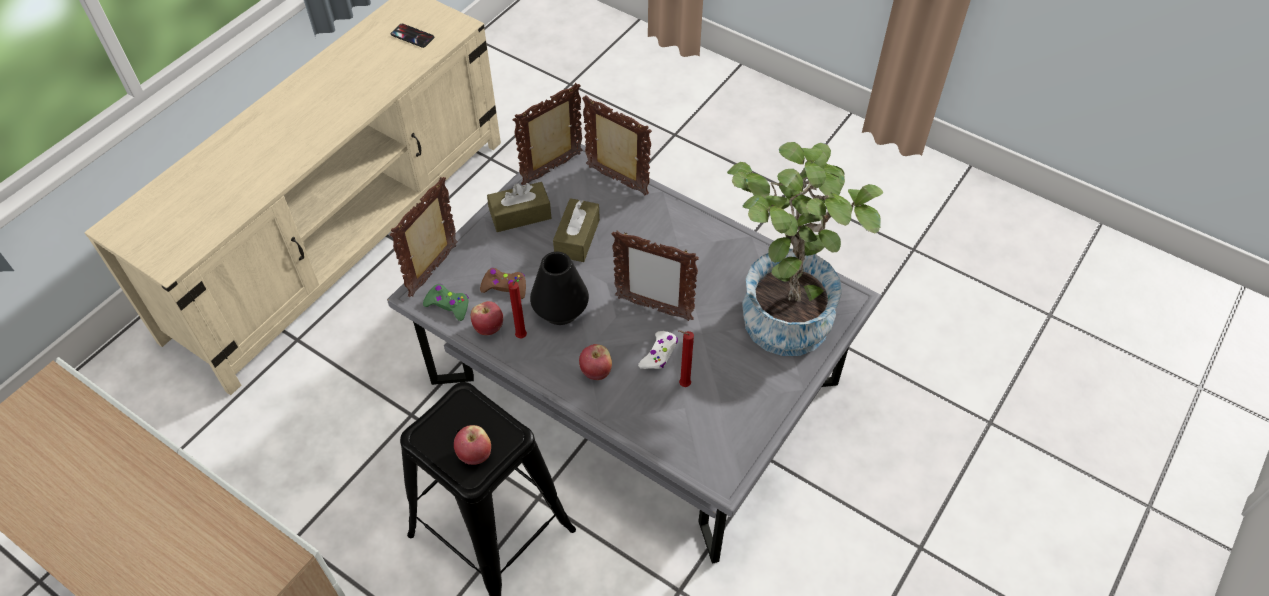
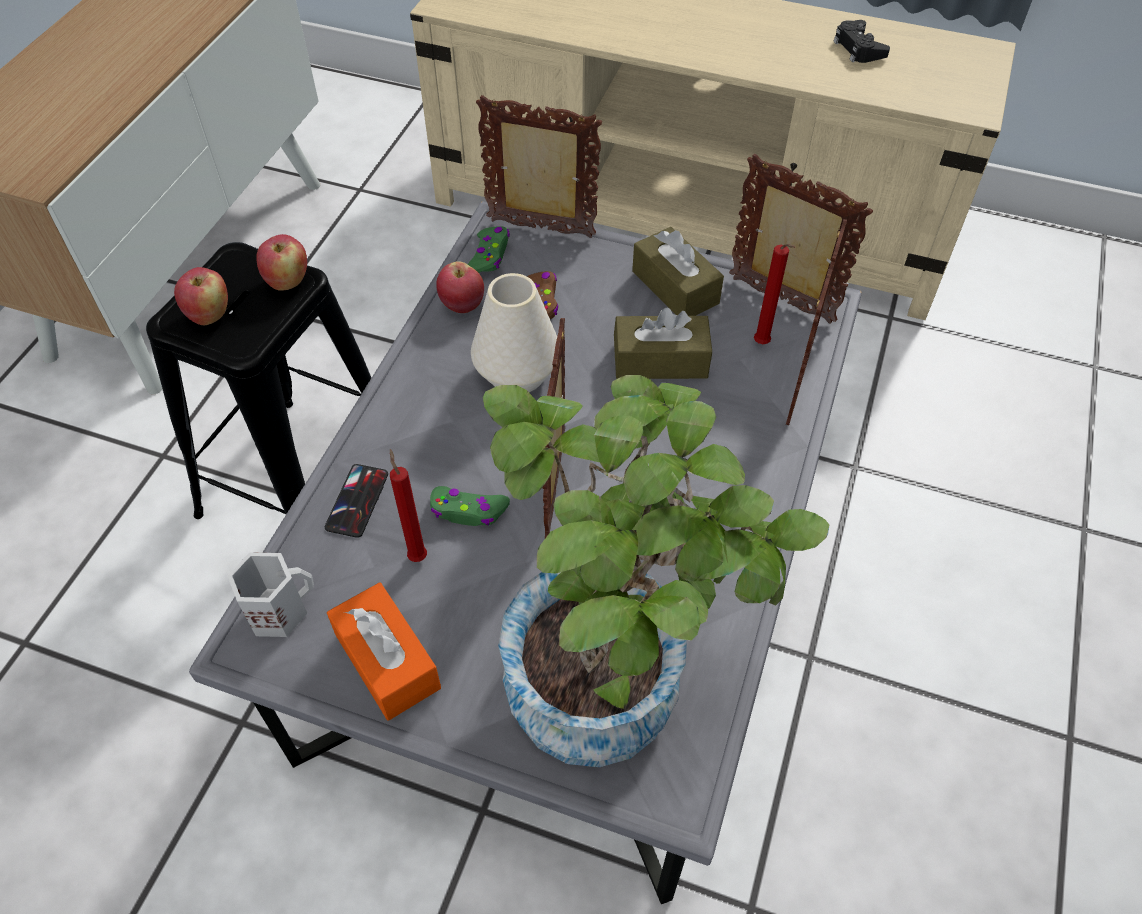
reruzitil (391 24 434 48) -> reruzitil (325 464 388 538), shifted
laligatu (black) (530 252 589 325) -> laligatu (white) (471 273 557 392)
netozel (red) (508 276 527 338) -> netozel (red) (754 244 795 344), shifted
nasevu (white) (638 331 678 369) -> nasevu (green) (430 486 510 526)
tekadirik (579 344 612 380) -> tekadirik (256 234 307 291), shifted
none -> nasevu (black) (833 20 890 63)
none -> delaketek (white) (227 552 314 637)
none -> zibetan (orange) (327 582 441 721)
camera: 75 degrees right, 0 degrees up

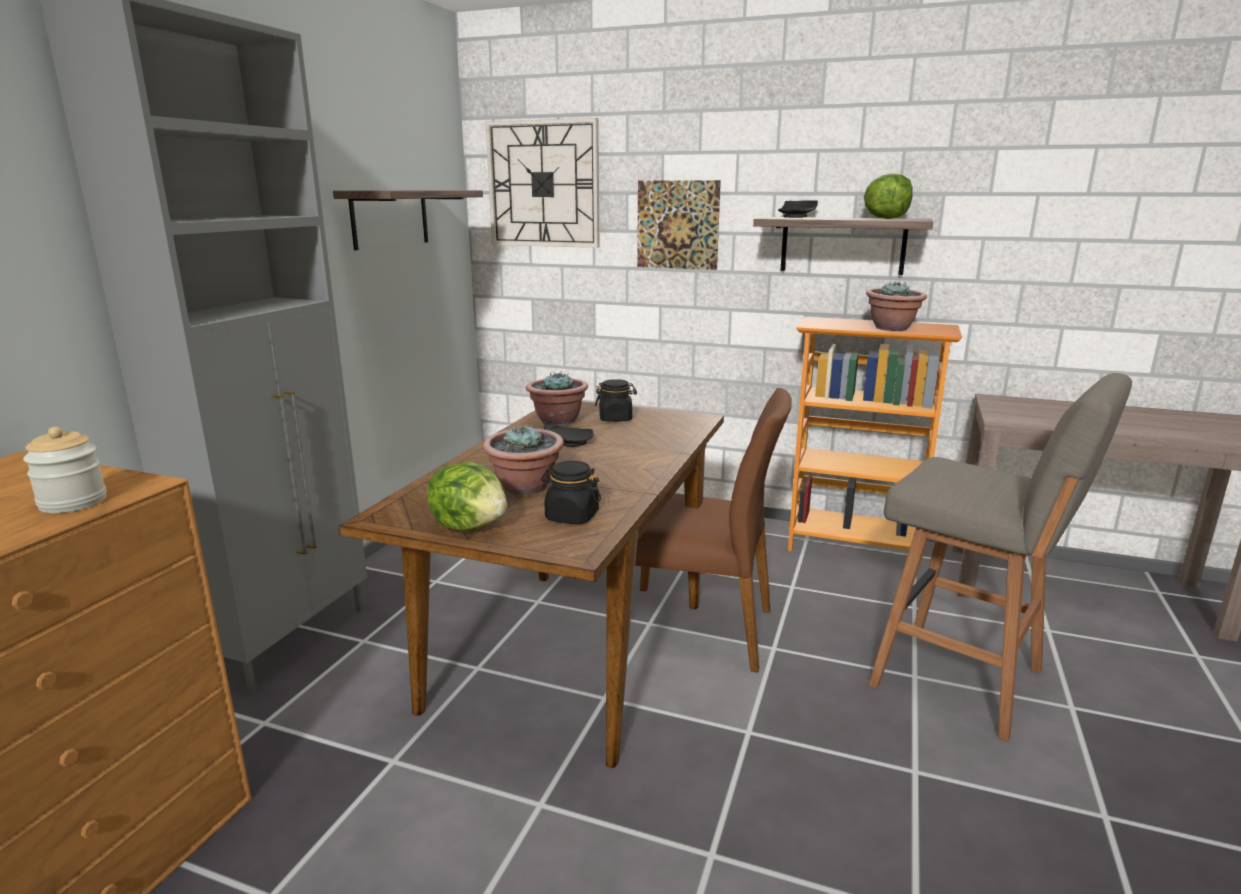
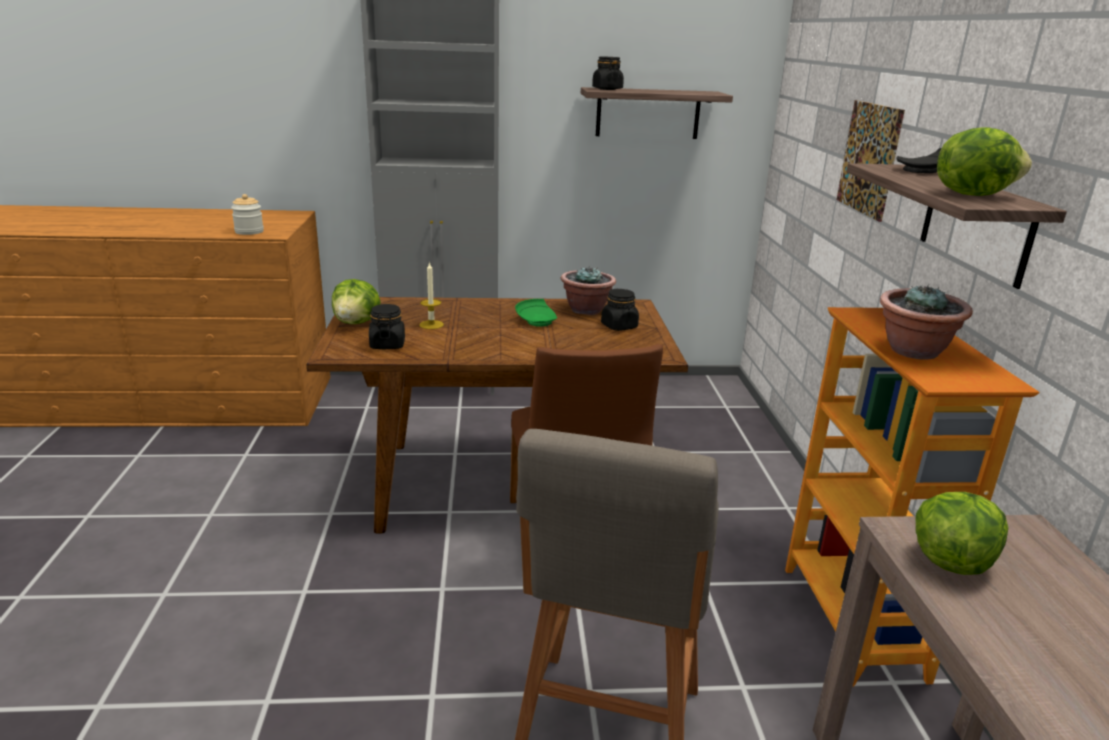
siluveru (485 118 599 248) -> none
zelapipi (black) (544 420 594 447) -> zelapipi (green) (515 299 557 327)
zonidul (483 425 564 495) -> netozel (419 261 444 329)
none -> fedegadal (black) (592 56 624 90)
none -> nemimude (916 492 1008 575)
camera: 65 degrees right, 5 degrees up

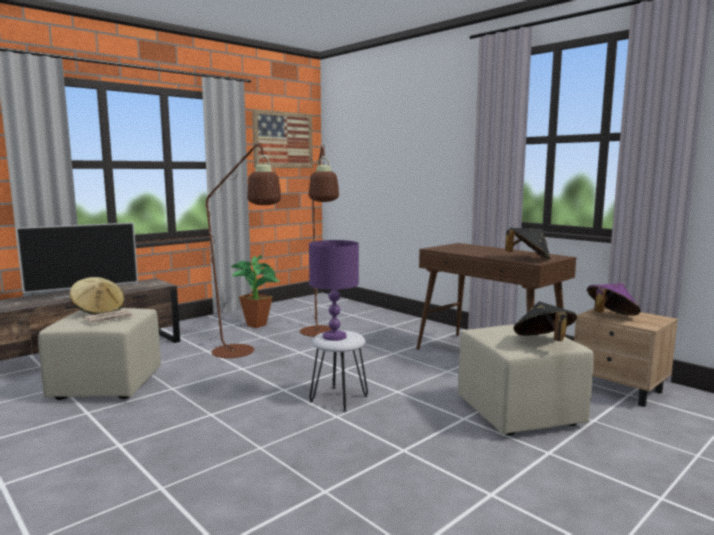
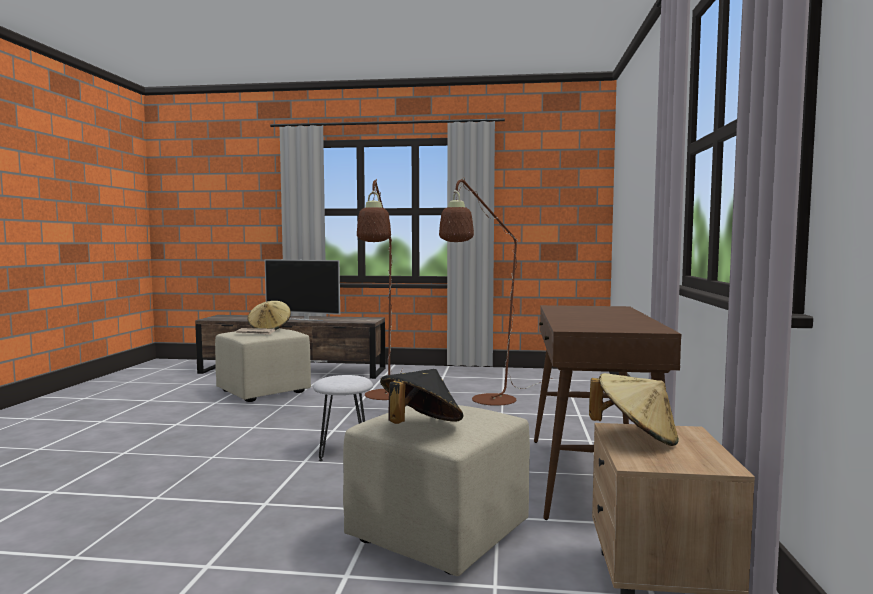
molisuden (252 109 313 168) -> none
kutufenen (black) (505 228 550 260) -> none
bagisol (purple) (309 240 359 341) -> none
zonidul (230 255 280 328) -> none
kutufenen (purple) (587 283 640 316) -> kutufenen (beige) (589 373 679 446)
camera: 50 degrees right, 5 degrees down

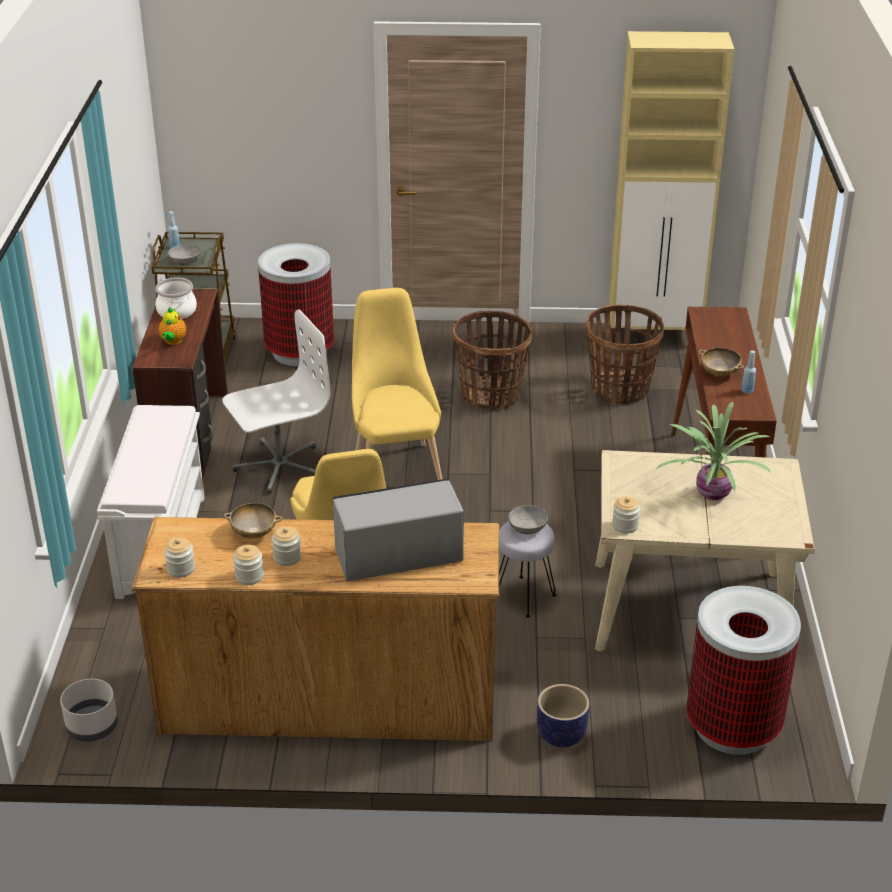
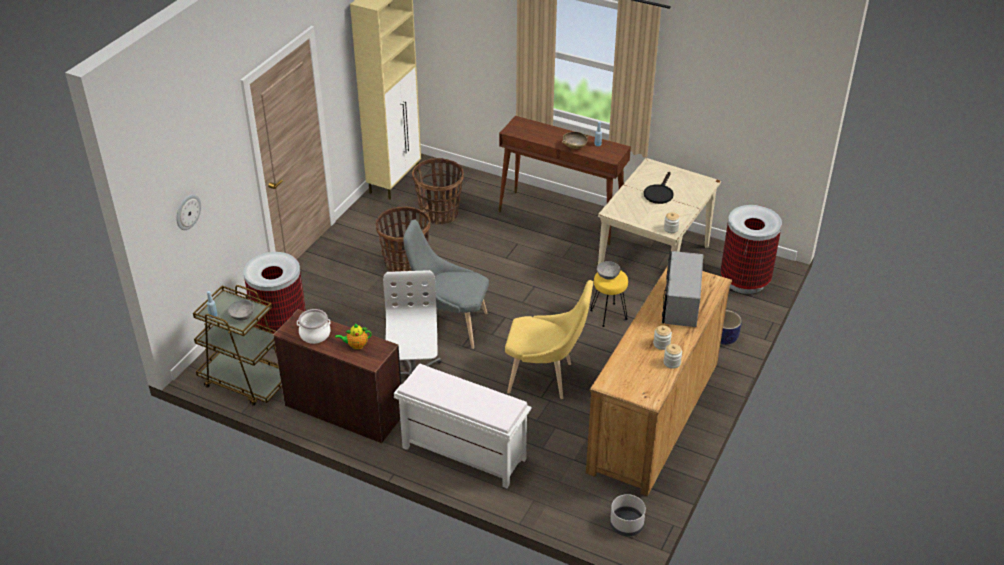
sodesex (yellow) (352 288 442 480) -> sodesex (grey) (403 220 489 349)
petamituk (159 307 186 345) -> petamituk (335 324 372 350), 135 degrees clockwise
zonidul (656 402 771 500) -> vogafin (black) (644 172 674 204)
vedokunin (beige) (224 503 282 538) -> none
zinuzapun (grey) (499 521 556 618) -> zinuzapun (yellow) (590 270 628 327)
fedegadal (164 537 195 578) -> none
none -> siluveru (177 194 201 230)
camera: 65 degrees left, 5 degrees up

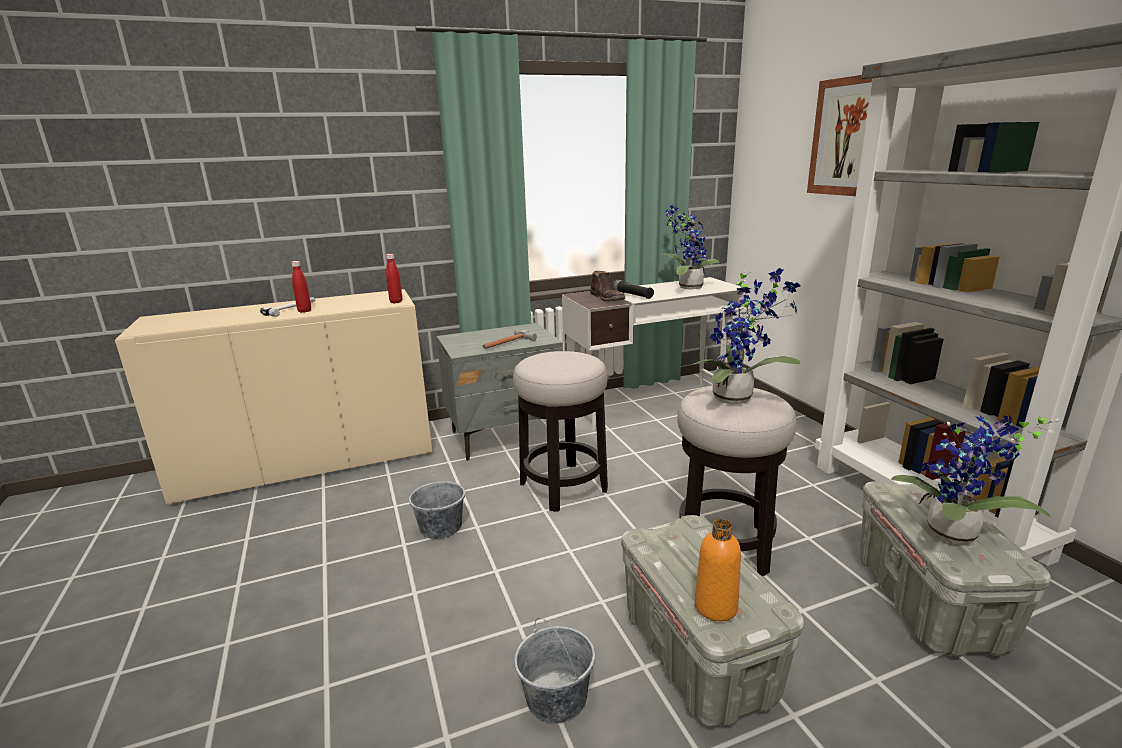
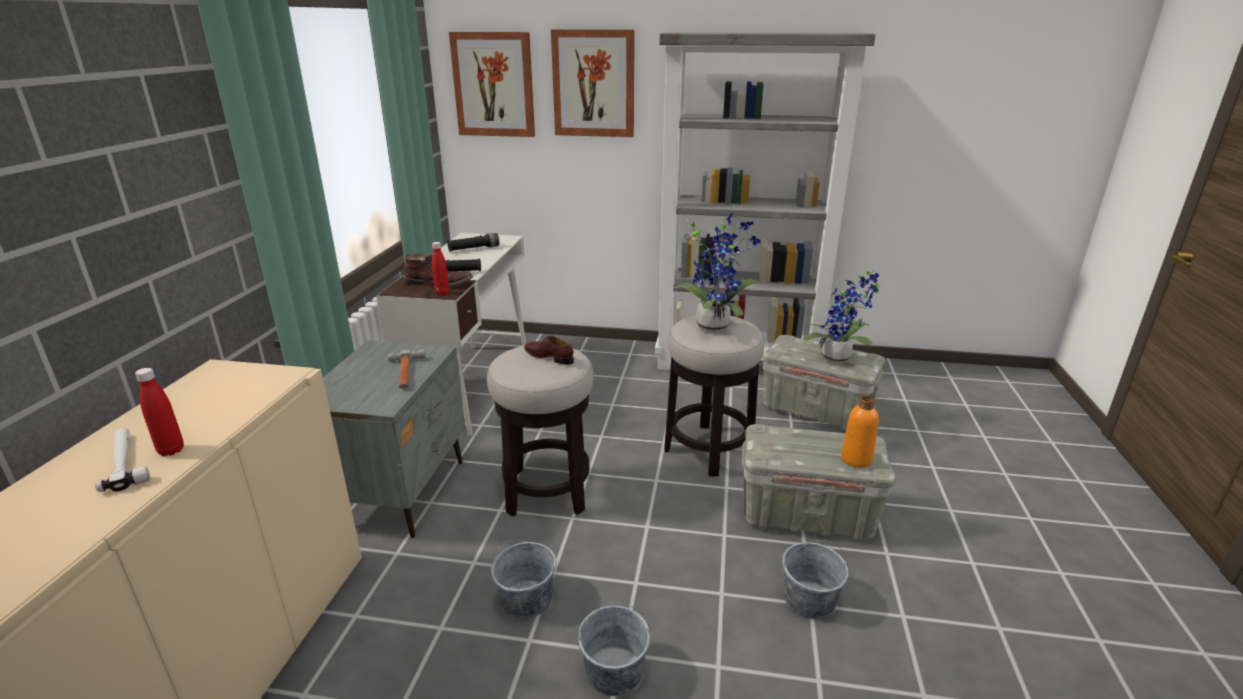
zonidul (661 205 719 289) -> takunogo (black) (447 233 499 252)
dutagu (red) (386 254 402 303) -> dutagu (red) (432 242 449 295), shifted
none -> molisuden (449 32 535 137)
none -> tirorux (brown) (524 335 574 365)
none -> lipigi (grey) (578 602 650 696)
camera: 60 degrees left, 5 degrees up

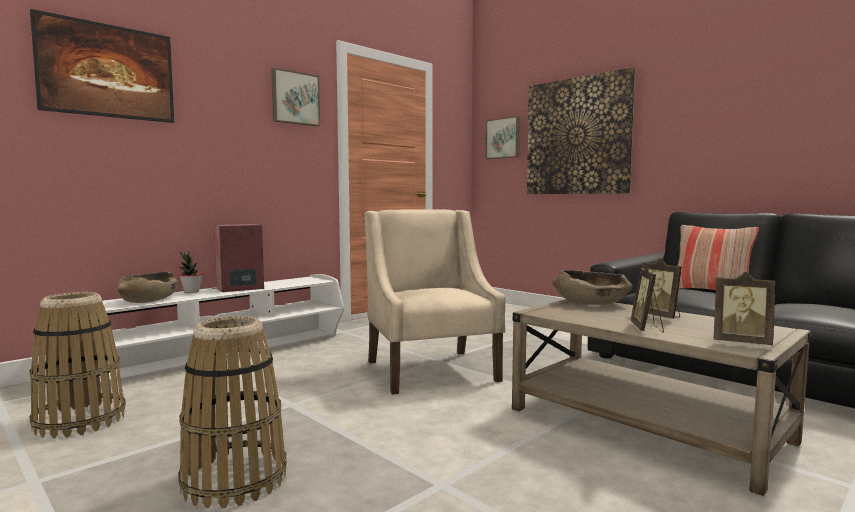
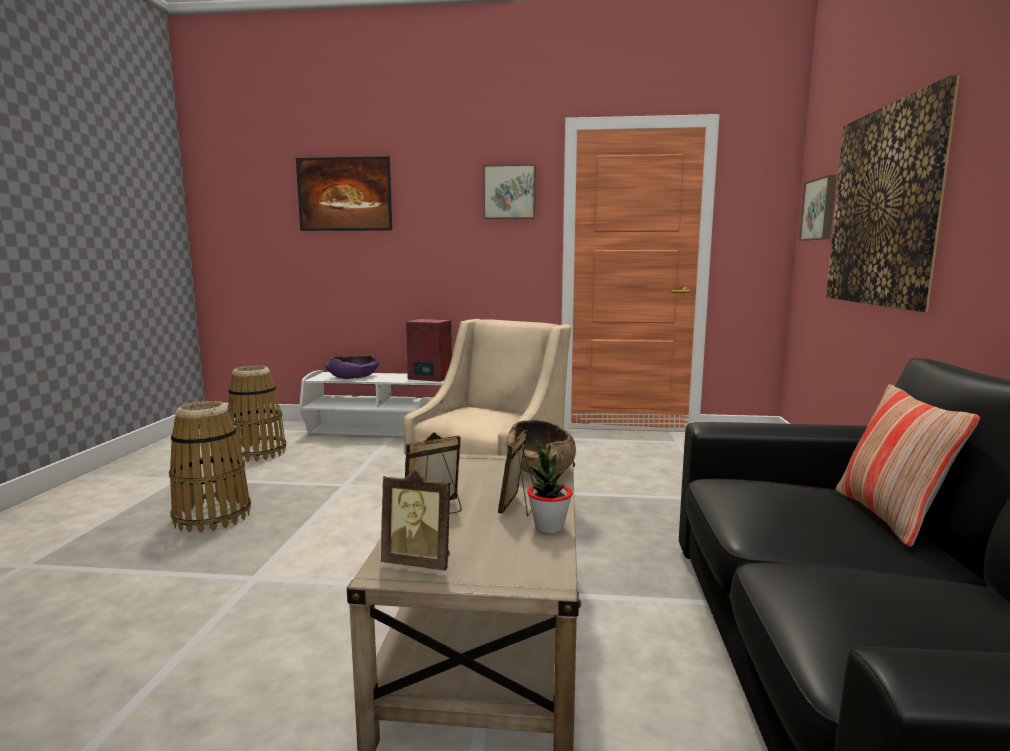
zonidul (179 251 203 293) -> zonidul (527 440 573 534), shifted
vedokunin (brown) (118 271 178 303) -> vedokunin (purple) (325 355 379 379)
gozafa (714 272 775 345) -> gozafa (381 470 450 570), 60 degrees counterclockwise
camera: 50 degrees right, 5 degrees up

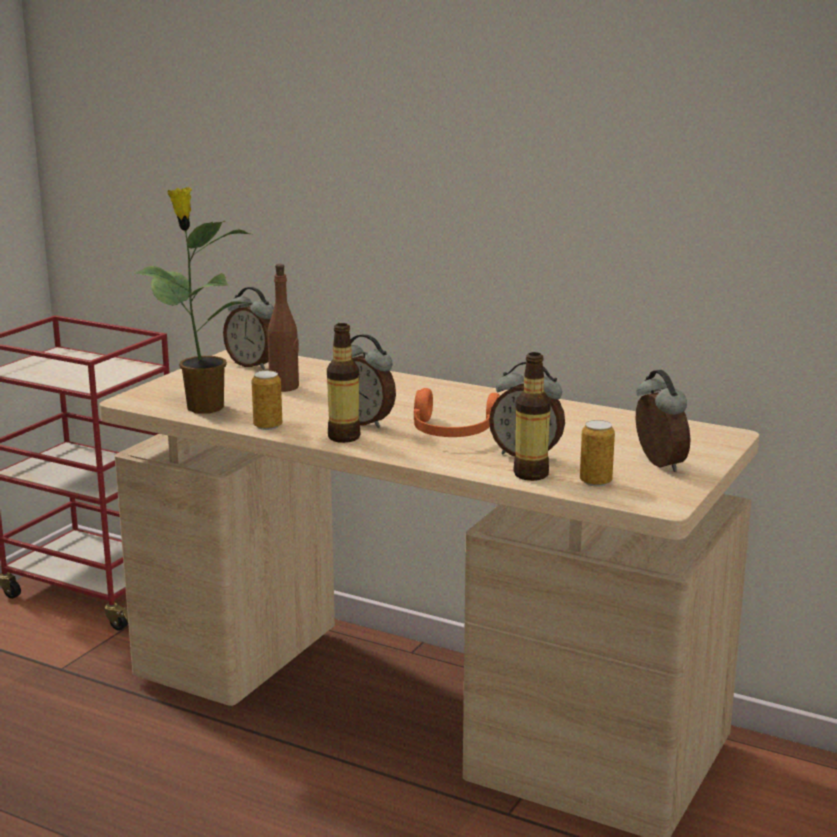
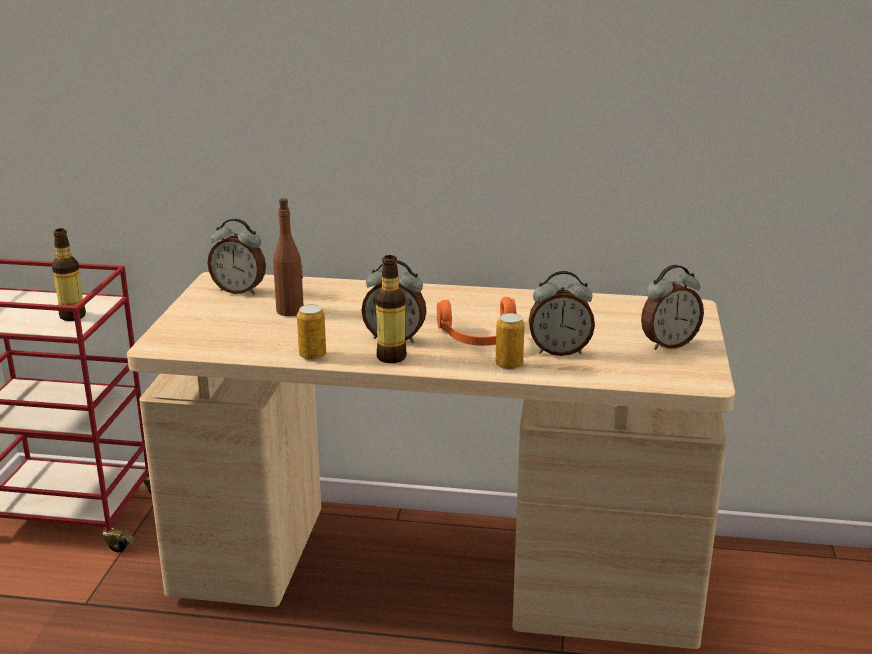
zonidul (136 187 250 413) -> none
dutagu (513 352 551 481) -> dutagu (52 228 86 321), shifted
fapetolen (636 370 691 472) -> fapetolen (641 265 704 350), 105 degrees clockwise
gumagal (580 420 615 487) -> gumagal (496 313 525 370), shifted
camera: 20 degrees left, 5 degrees up

